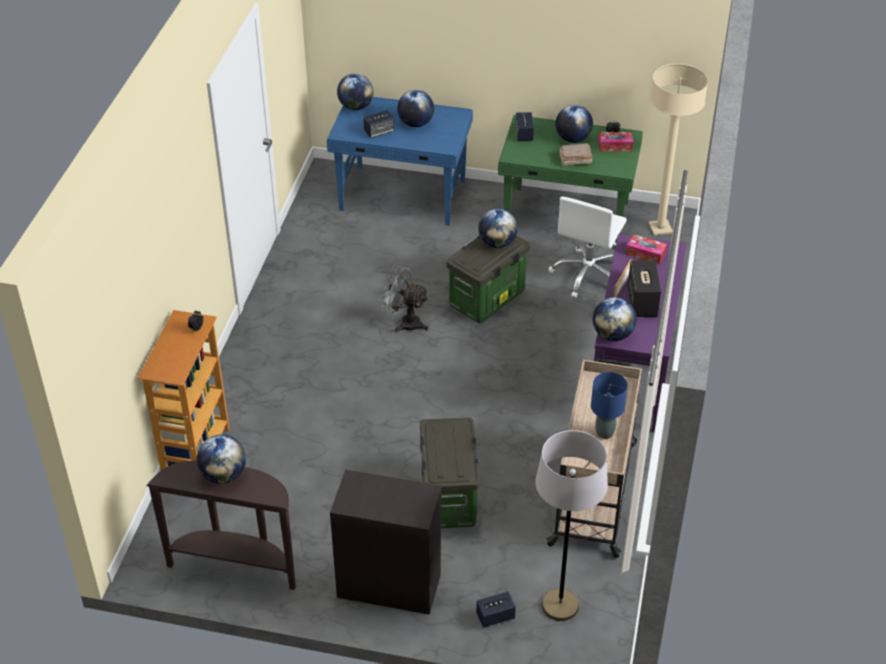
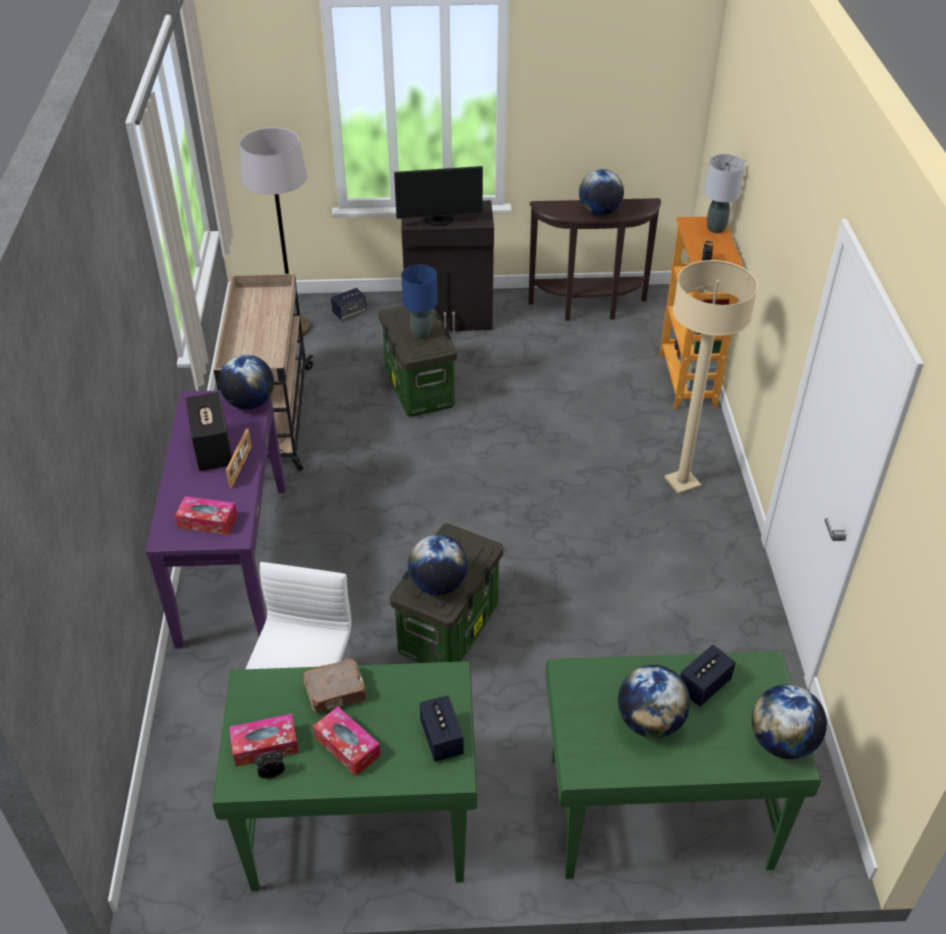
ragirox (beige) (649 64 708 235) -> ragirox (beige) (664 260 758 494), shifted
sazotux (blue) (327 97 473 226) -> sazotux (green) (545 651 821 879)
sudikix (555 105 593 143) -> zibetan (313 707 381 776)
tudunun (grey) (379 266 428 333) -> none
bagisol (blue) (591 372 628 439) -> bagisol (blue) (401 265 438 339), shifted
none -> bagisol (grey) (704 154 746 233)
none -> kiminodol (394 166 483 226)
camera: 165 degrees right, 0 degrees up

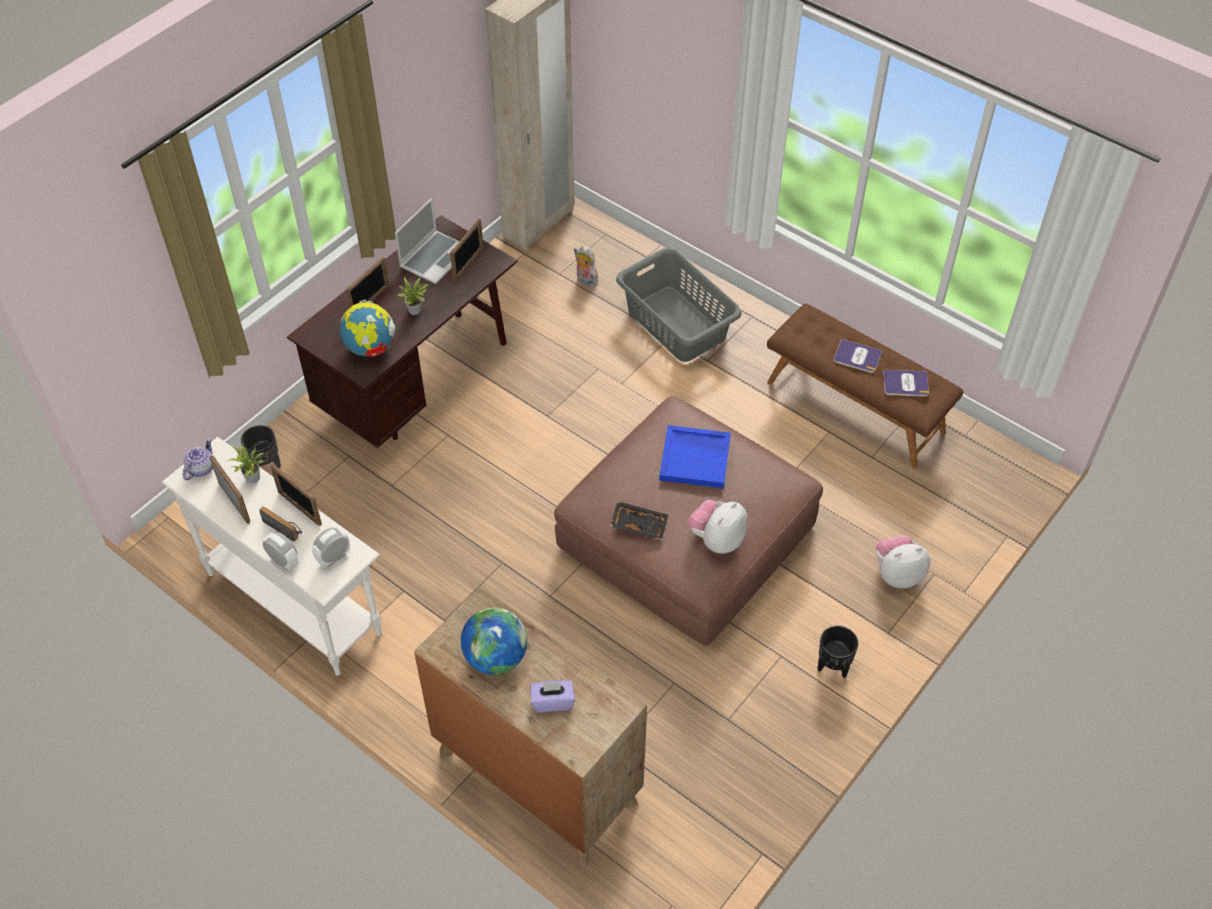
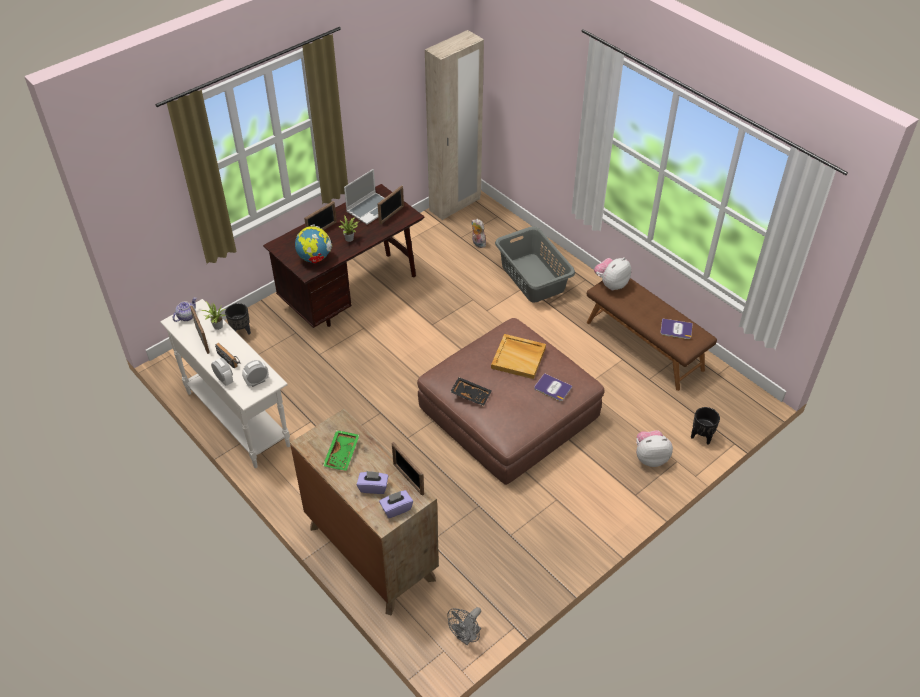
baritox (833 339 882 373) -> baritox (534 373 572 401), shifted
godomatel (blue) (659 425 731 488) -> godomatel (beige) (491 334 546 379)
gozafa (270 463 322 526) -> gozafa (392 442 424 496), shifted
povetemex (687 500 748 554) -> povetemex (594 257 631 290), shifted
sudikix (461 608 527 675) -> godomatel (green) (323 430 359 471)
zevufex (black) (817 626 858 678) -> zevufex (black) (691 407 720 444), shifted
none -> zibetan (purple) (379 490 413 518)
none -> tudunun (grey) (447 607 481 645)
camera: 10 degrees right, 5 degrees down

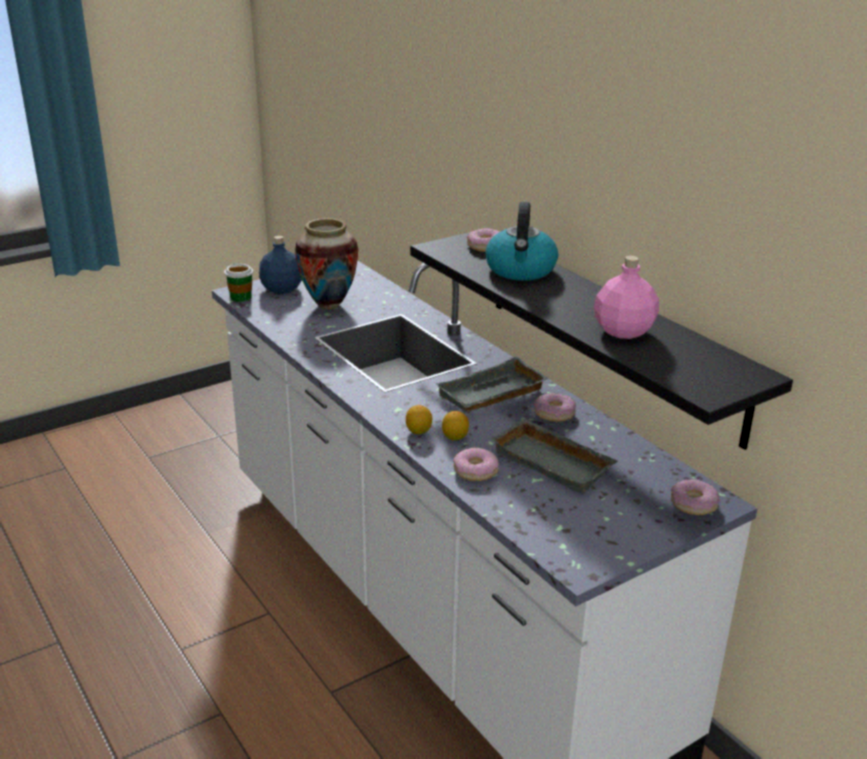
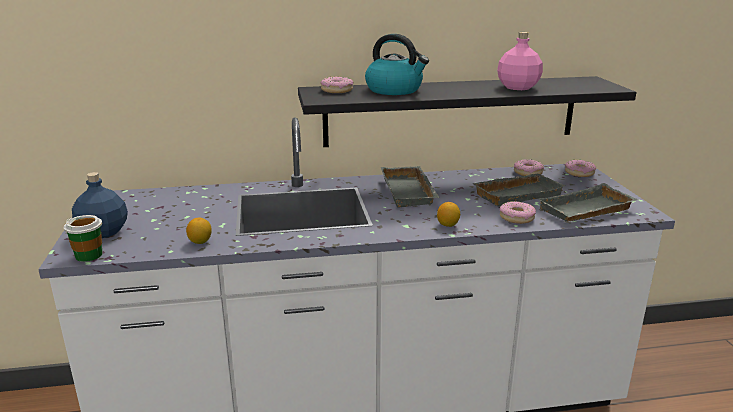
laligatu (295 218 358 310) -> none
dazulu (534 393 576 422) -> dazulu (514 159 544 176), shifted
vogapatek (442 411 469 440) -> vogapatek (186 218 212 244), shifted
none -> godomatel (grey) (537 183 638 222)
camera: 65 degrees left, 5 degrees down

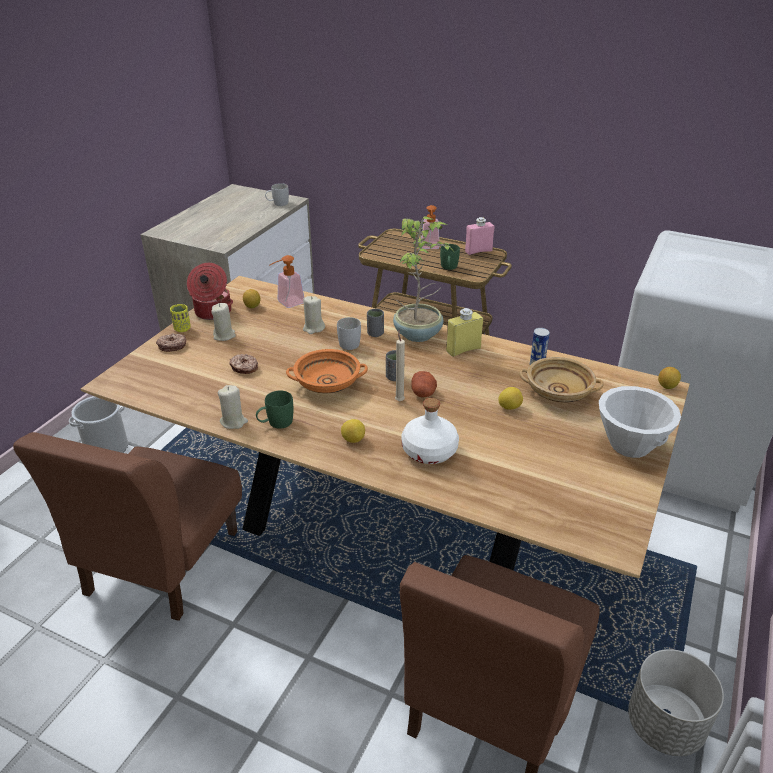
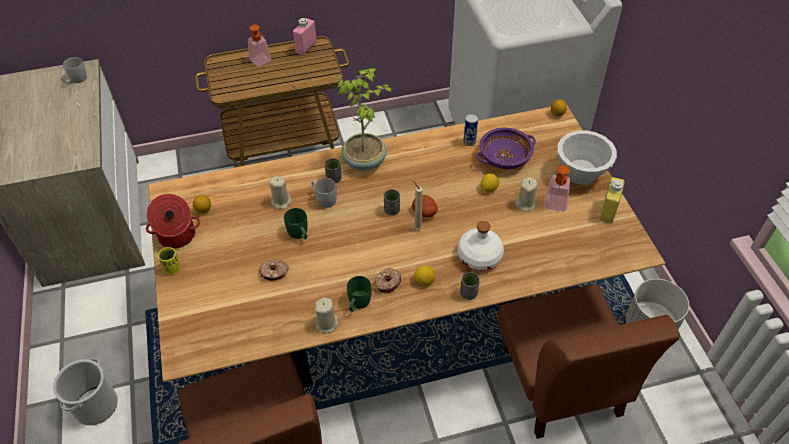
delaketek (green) (440 244 460 270) -> delaketek (green) (284 208 308 239), shifted
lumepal (270 255 304 308) -> lumepal (544 165 570 211), shifted
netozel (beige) (211 303 236 341) -> netozel (beige) (515 177 538 212), shifted
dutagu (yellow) (446 308 483 357) -> dutagu (yellow) (599 177 625 223), shifted
dazulu (156 333 186 352) -> dazulu (374 267 401 293), shifted
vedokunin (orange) (286 349 368 393) -> none
vedokunin (beige) (519 357 604 403) -> vedokunin (purple) (476 128 536 169)
none -> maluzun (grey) (460 272 480 300)
camera: 40 degrees left, 15 degrees up

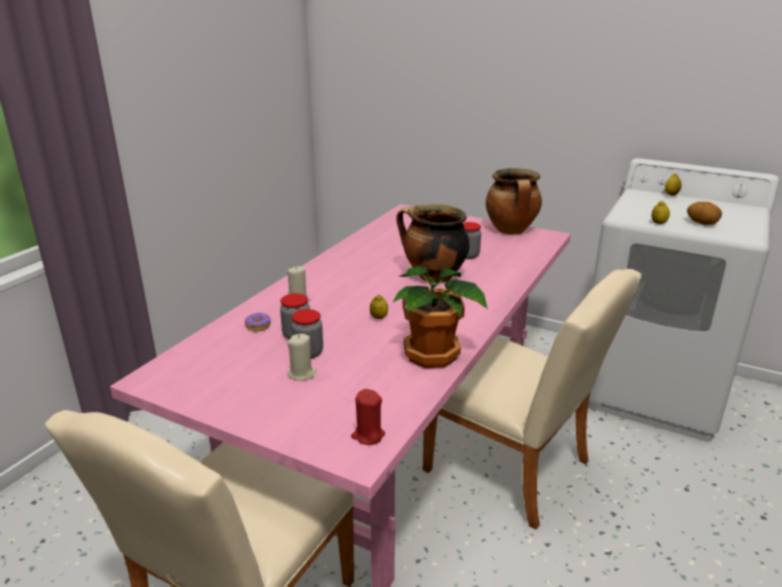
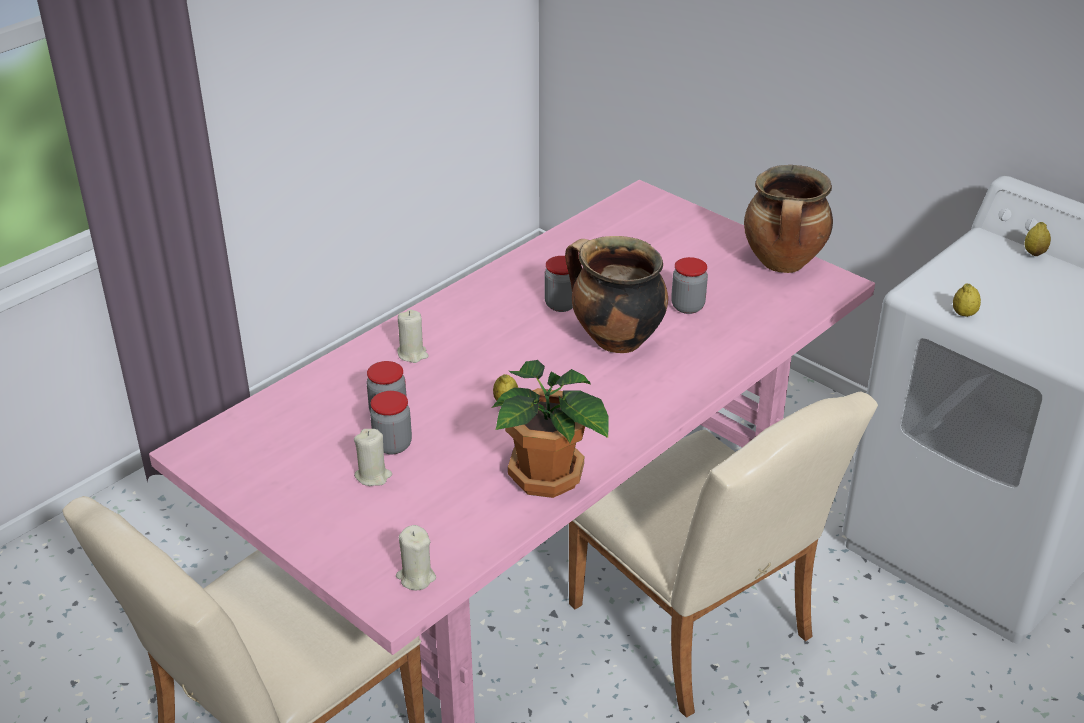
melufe (687 202 722 225) -> none
dazulu (245 313 271 331) -> none
netozel (red) (351 389 385 445) -> netozel (beige) (396 525 436 590)
none -> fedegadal (544 256 573 312)
camera: 15 degrees right, 10 degrees up

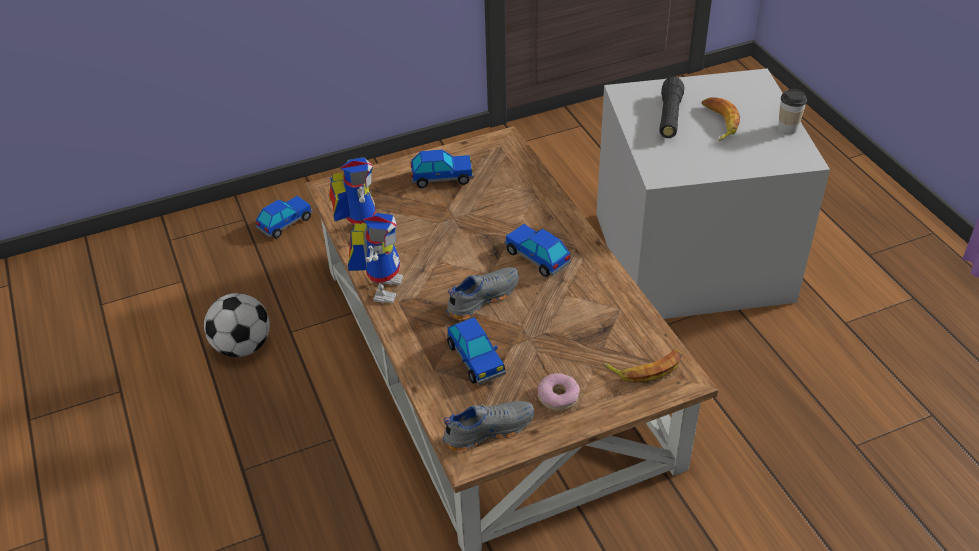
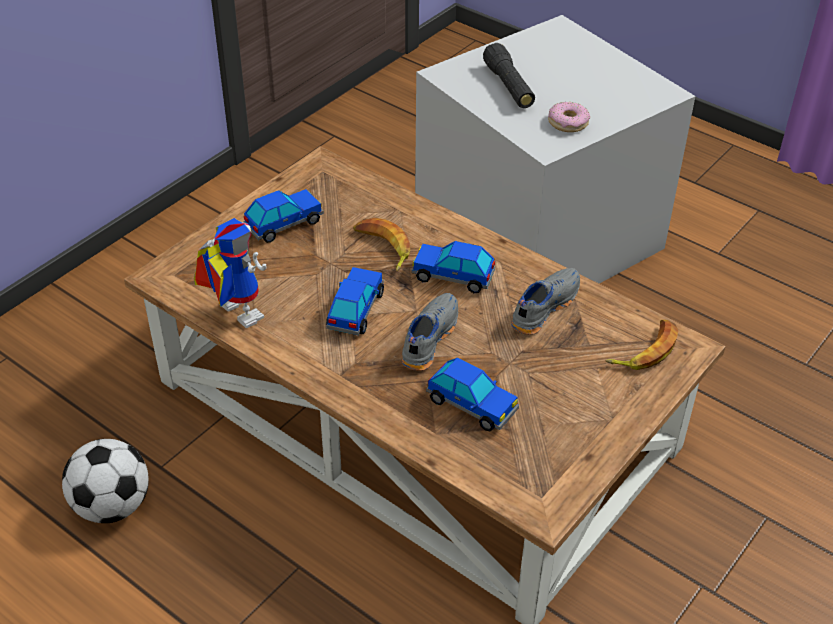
maluzun (778 89 807 134) -> none
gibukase (702 97 740 141) -> gibukase (353 218 410 272), shifted
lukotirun (256 196 313 238) -> lukotirun (326 267 384 335), shifted
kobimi (348 213 403 303) -> none
dazulu (538 373 580 411) -> dazulu (548 102 590 132), shifted
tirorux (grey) (443 401 534 453) -> tirorux (grey) (511 268 580 335), shifted
camera: 30 degrees left, 0 degrees up

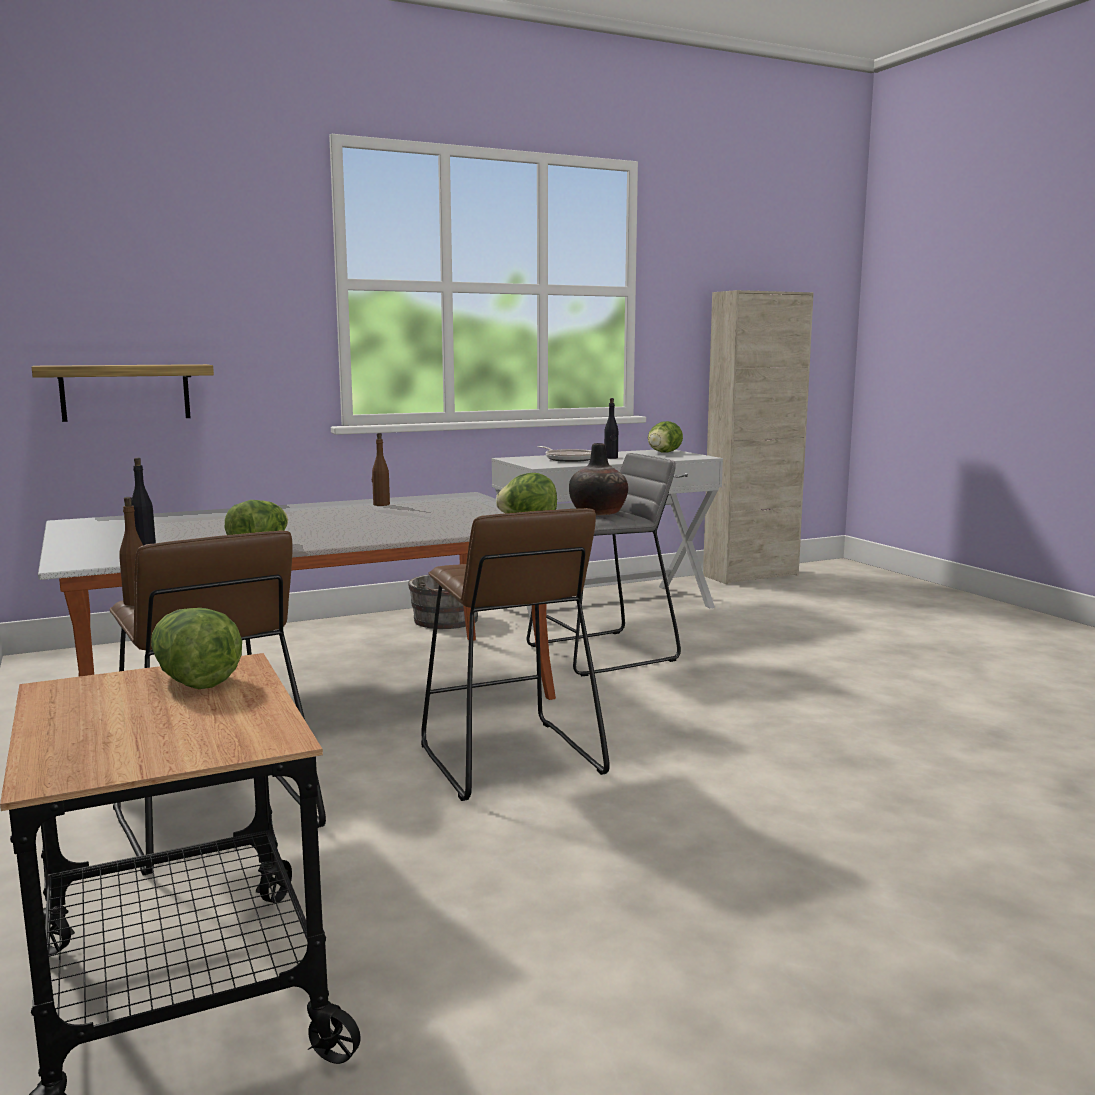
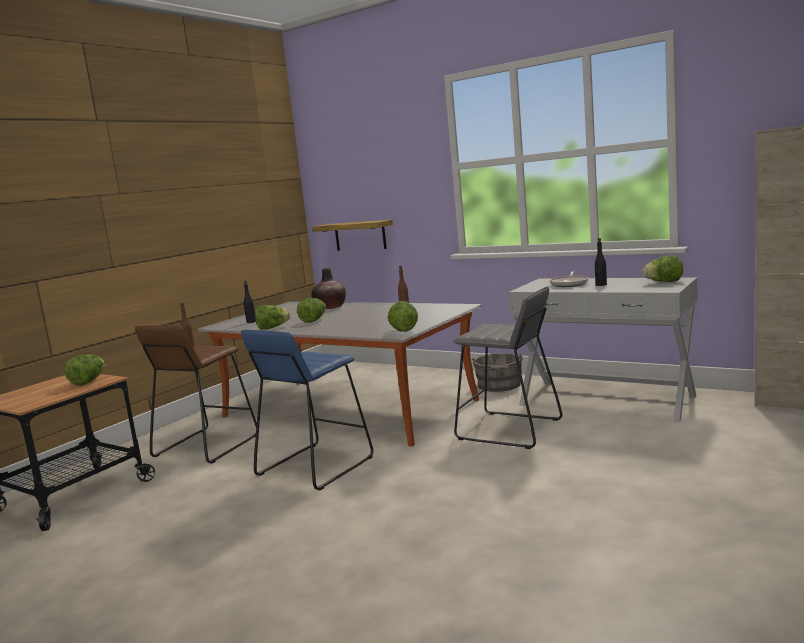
laligatu (569 443 628 516) -> laligatu (311 268 346 309), shifted
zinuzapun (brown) (421 508 610 801) -> zinuzapun (blue) (241 329 373 490)
none -> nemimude (297 298 326 323)
camera: 60 degrees right, 0 degrees up

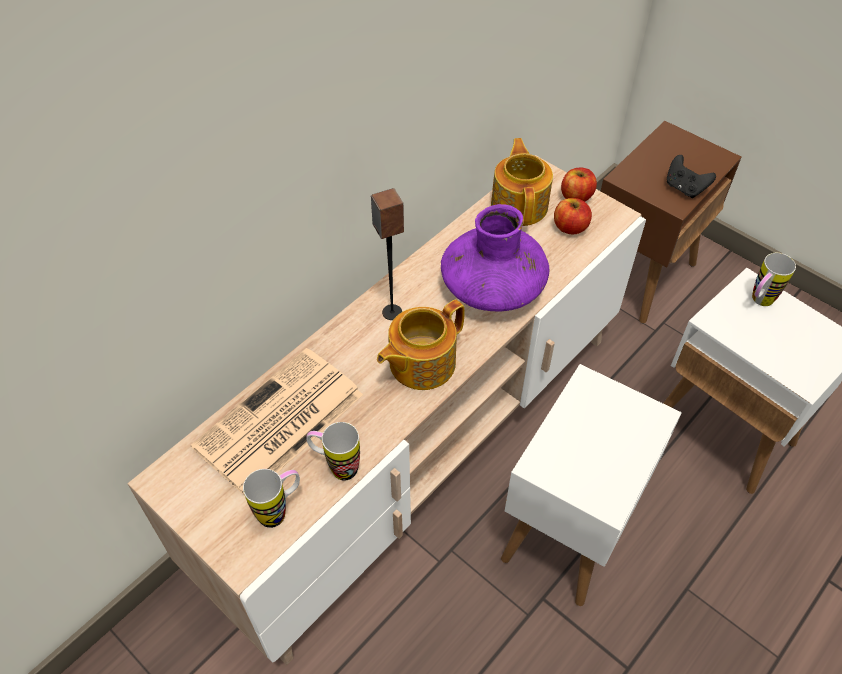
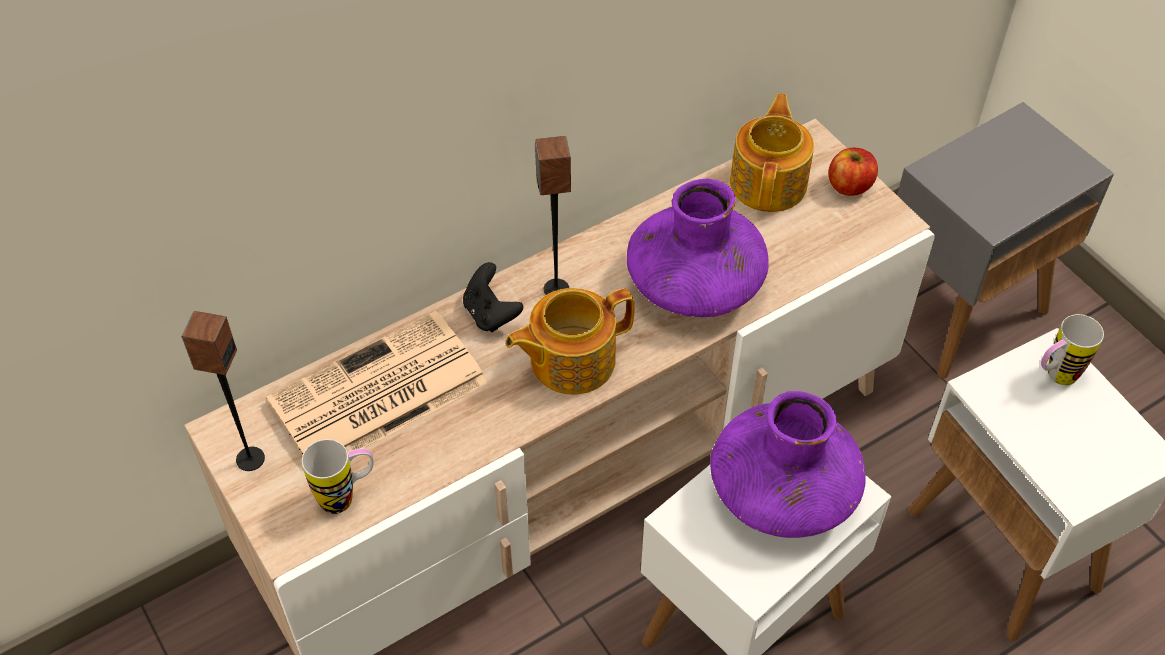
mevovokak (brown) (601 121 742 324) -> mevovokak (grey) (897 102 1114 379)
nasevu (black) (667 155 716 198) -> nasevu (black) (463 262 523 332), shifted
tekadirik (554 198 592 234) -> none
delaketek (306 422 360 481) -> none
none -> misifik (181 311 265 471)
none -> laligatu (purple) (710 391 866 538)
camera: 15 degrees right, 0 degrees up

